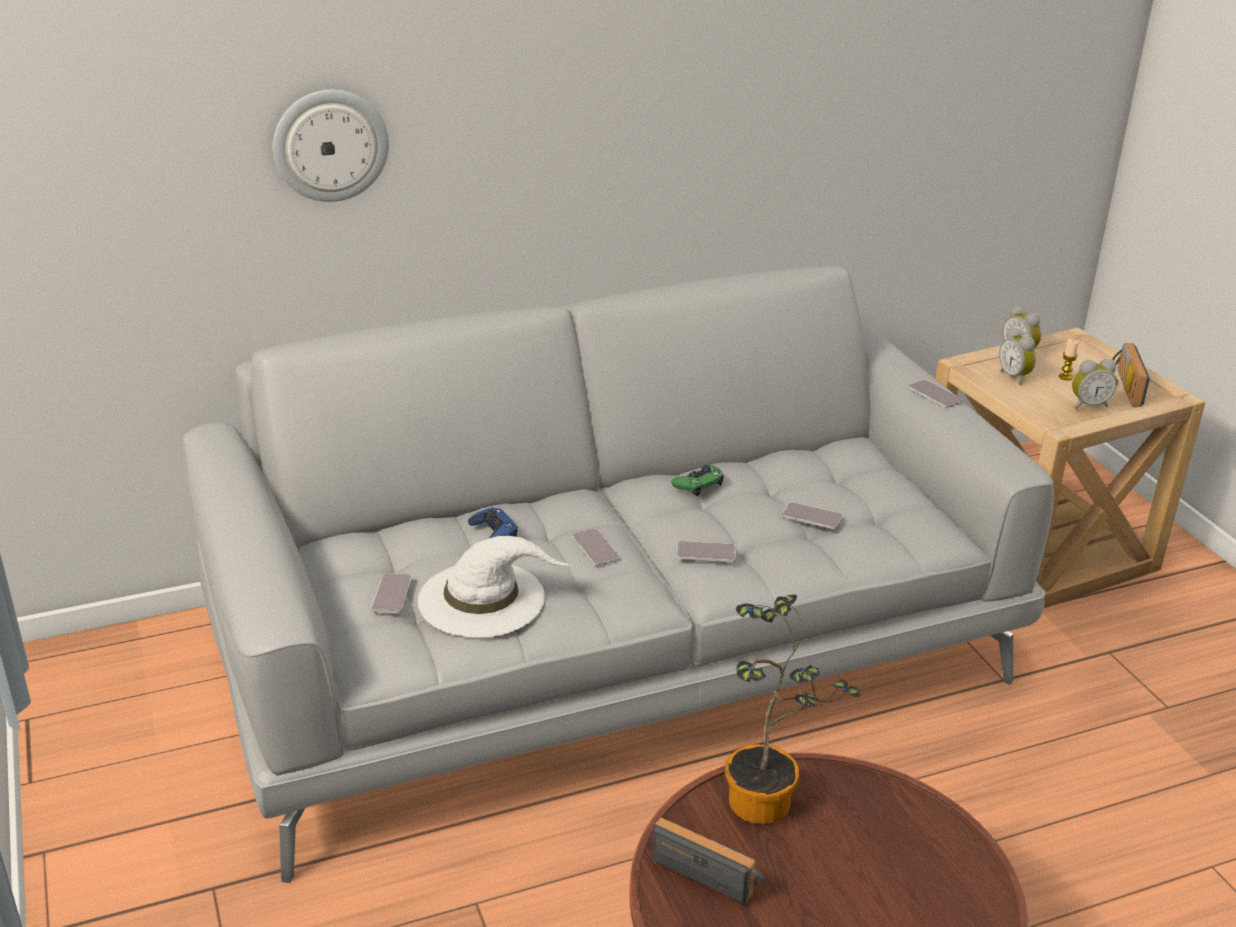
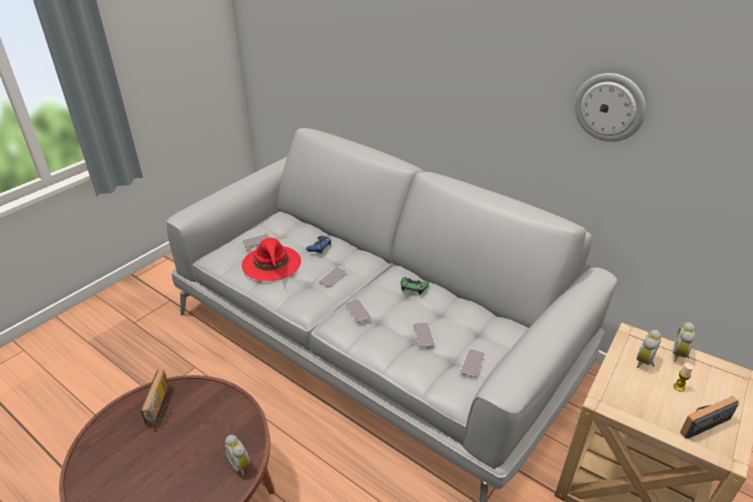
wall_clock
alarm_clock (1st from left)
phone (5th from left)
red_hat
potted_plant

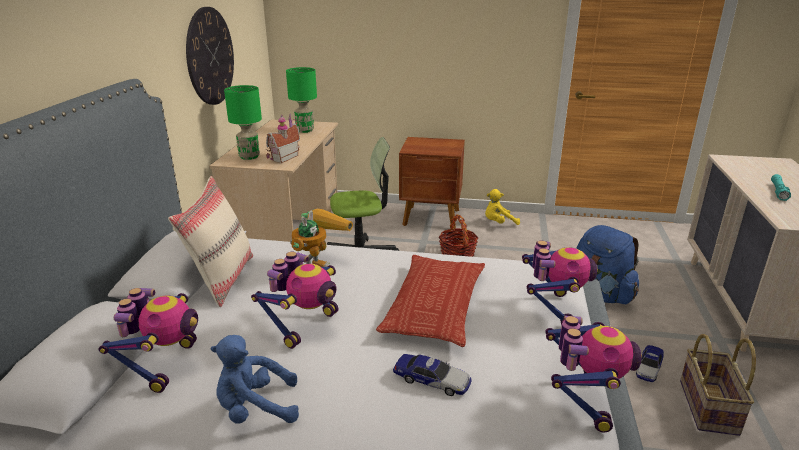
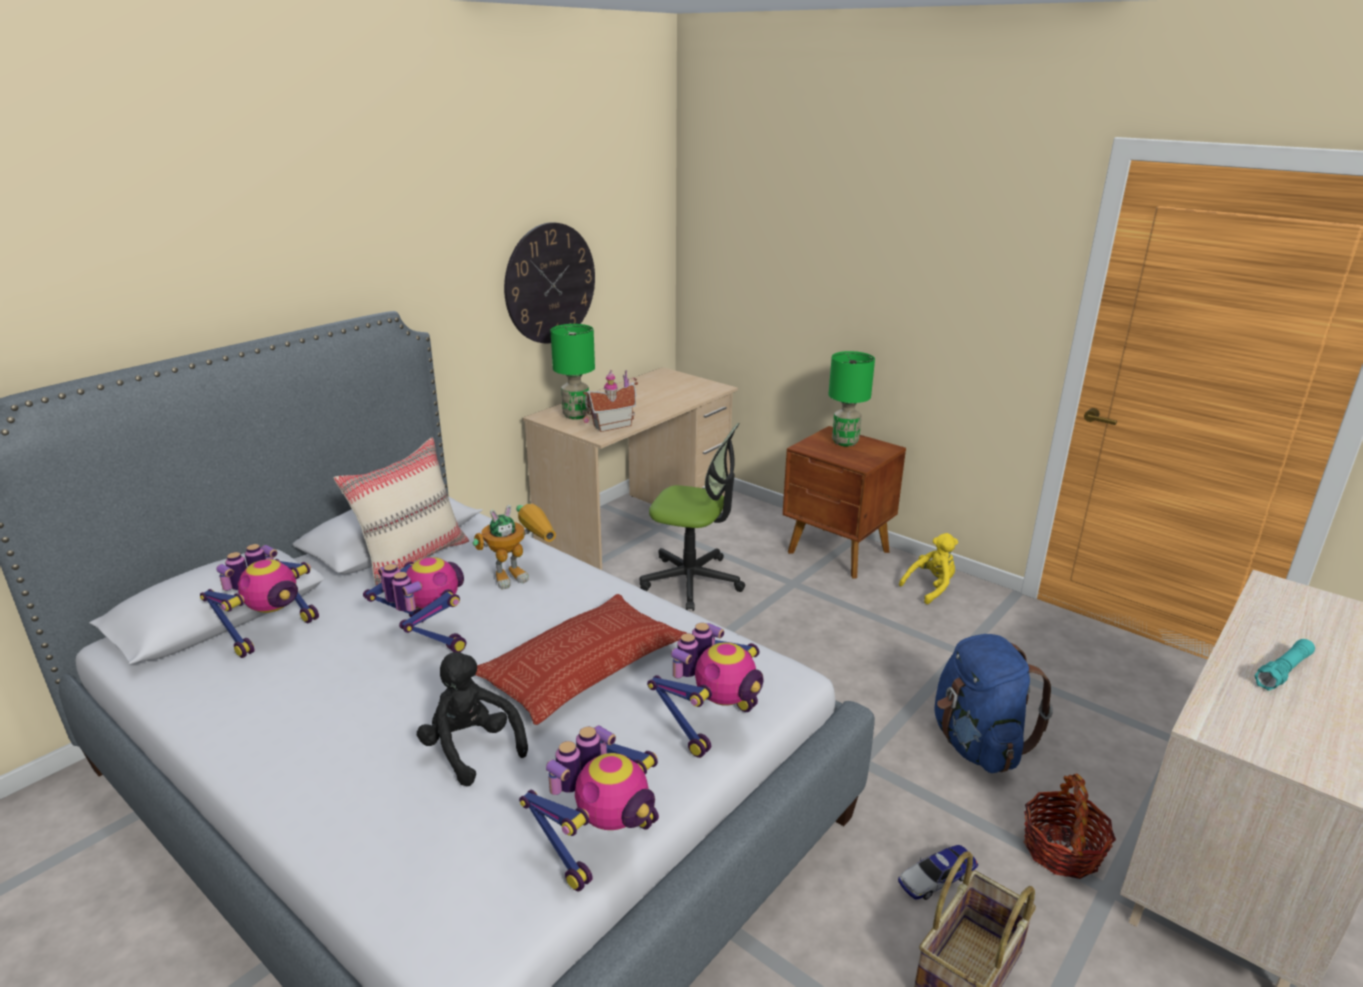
green_table_lamp (2nd from left)
yellow_plush_toy
basket (2nd from left)
toy_robot (2nd from left)
blue_plush_toy
black_plush_toy

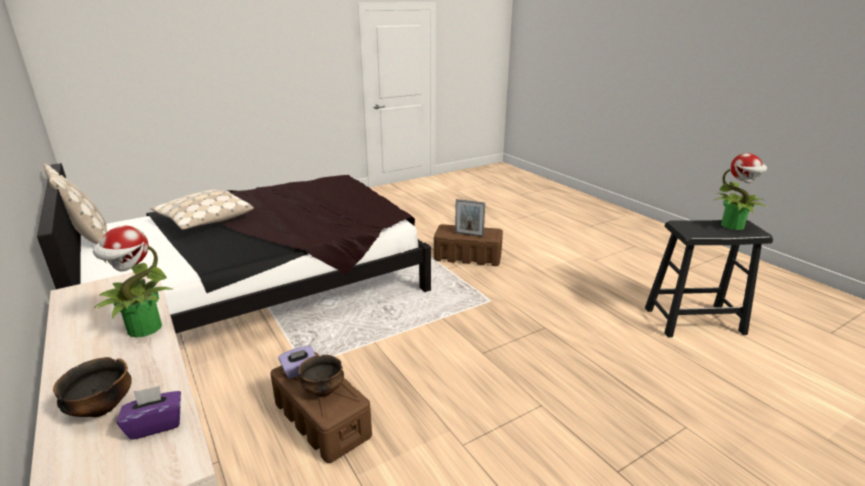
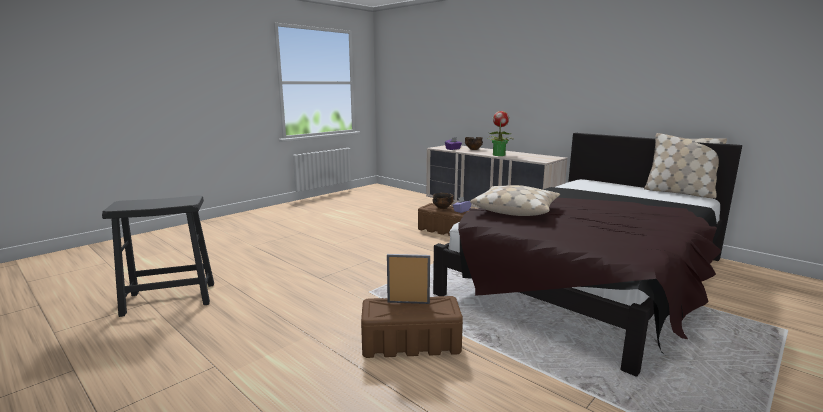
potted_plant (2nd from left in the first image)
beige_pillow (1st from left)

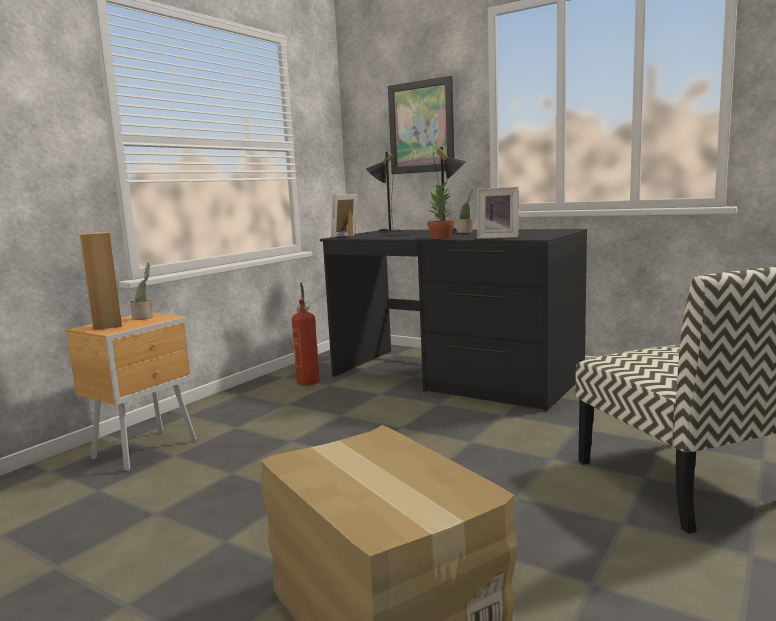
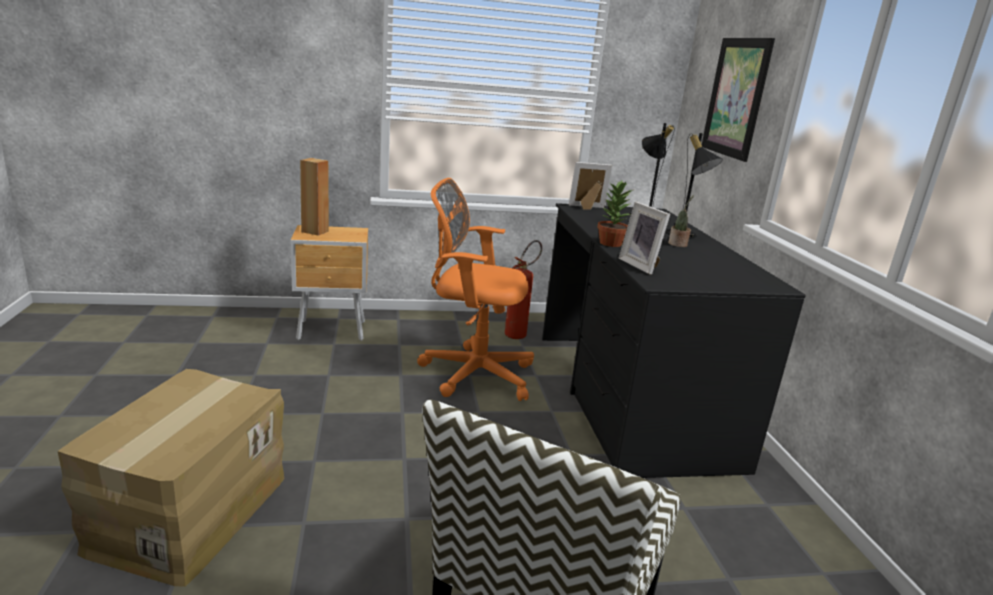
potted_plant (1st from left in the first image)
orange_office_chair

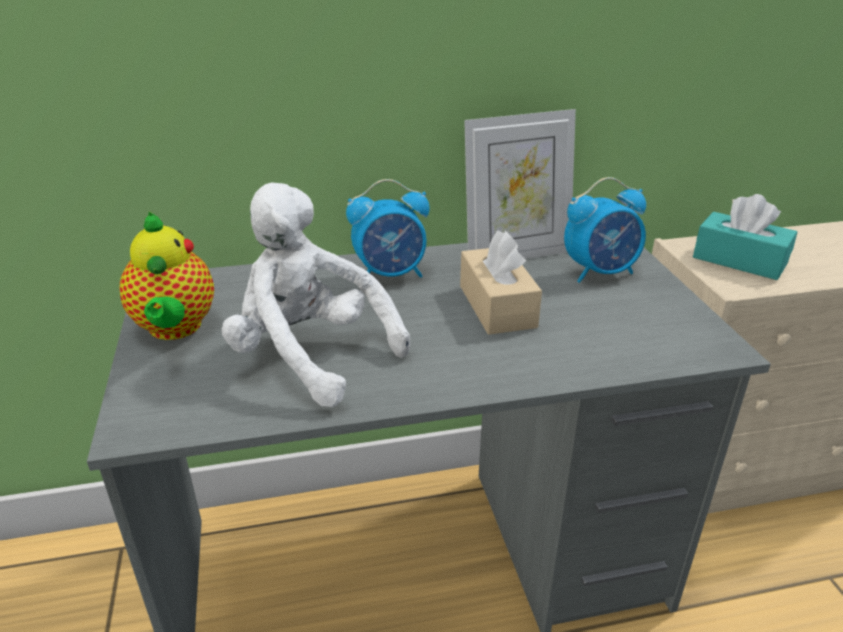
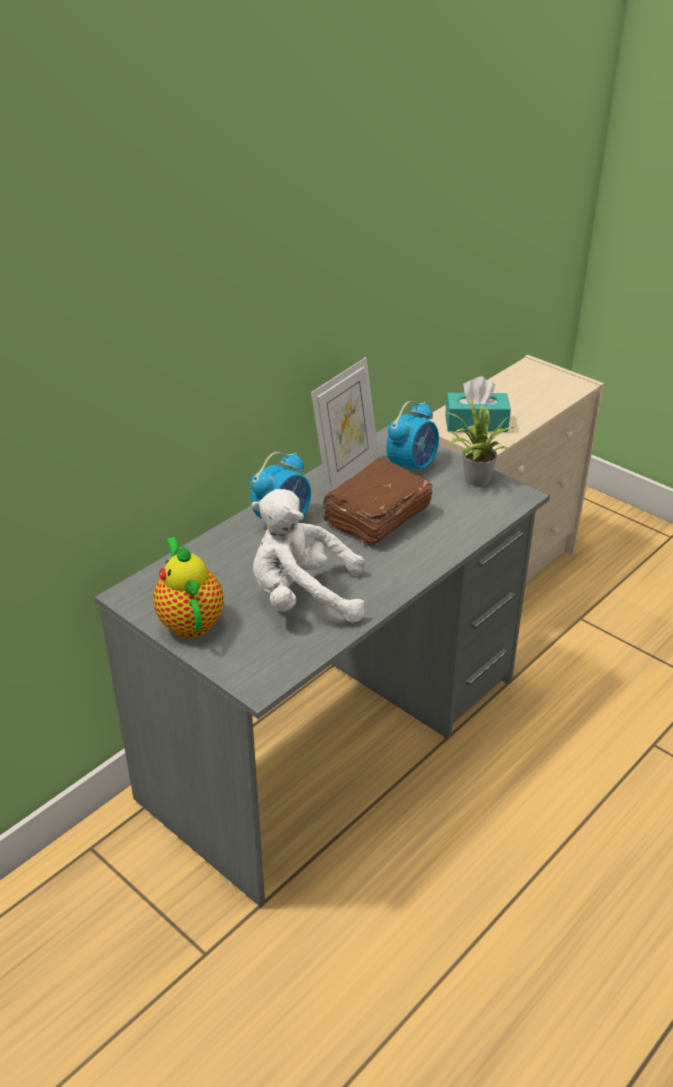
teapot
brown_book
potted_plant

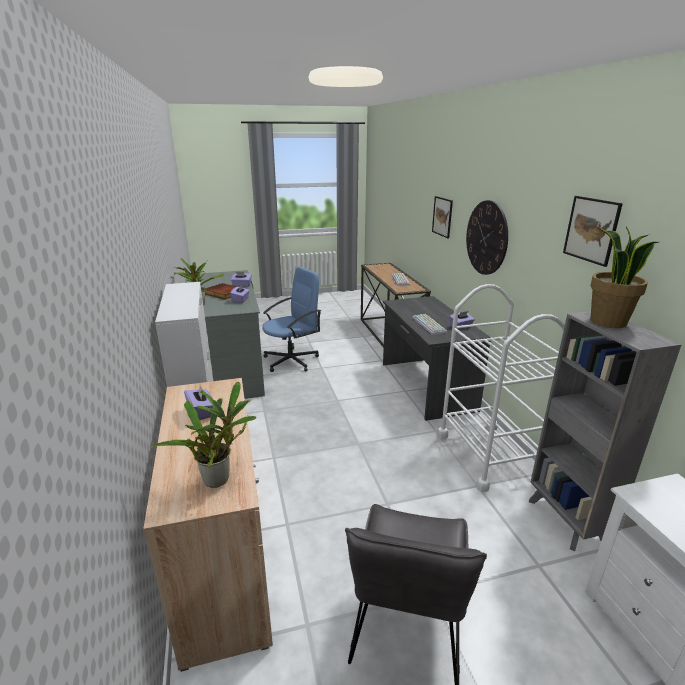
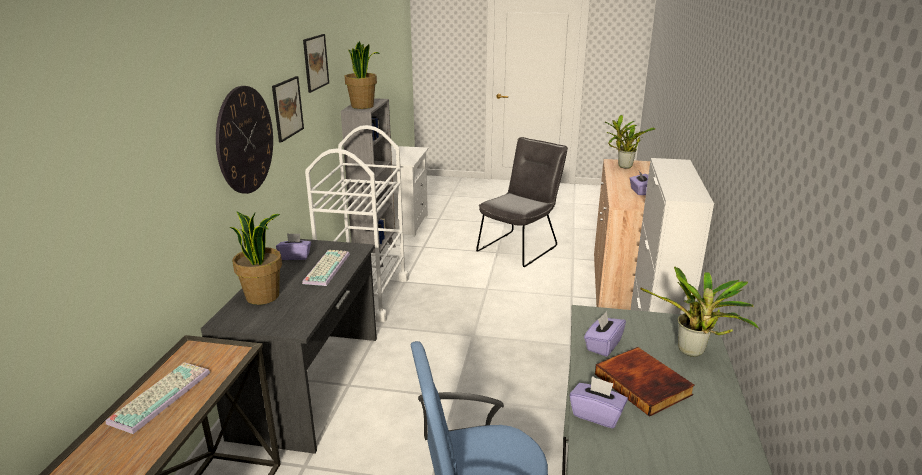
picture (1st from left)
potted_plant (1st from left)

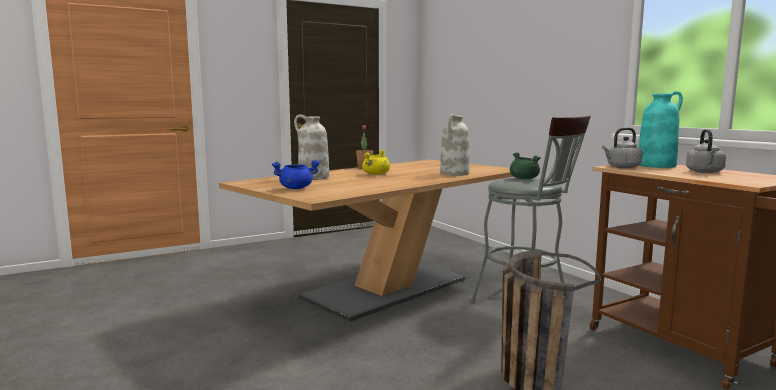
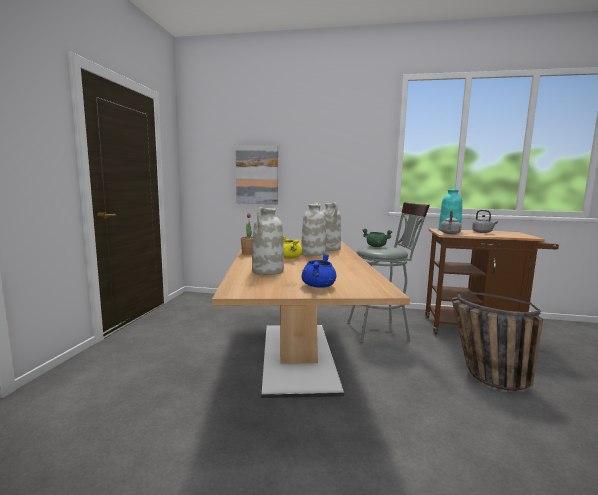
picture
white_vase (2nd from left)

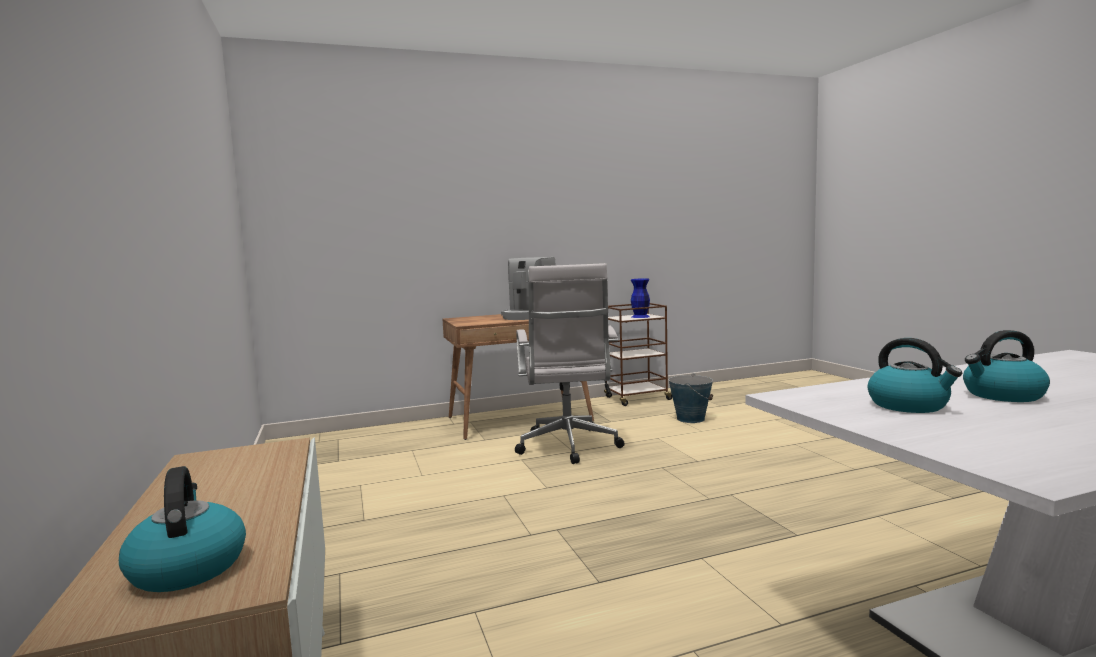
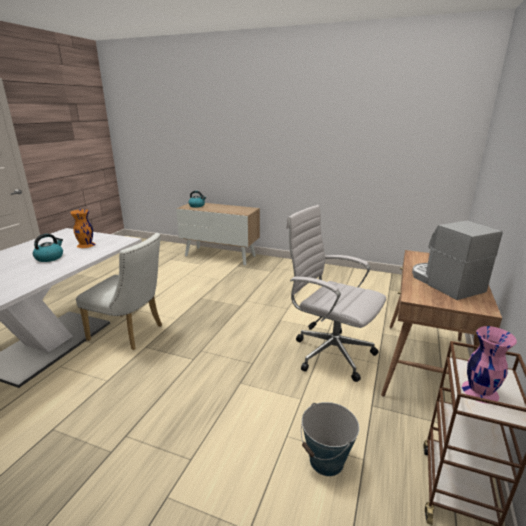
pink_vase
orange_vase
white_chair

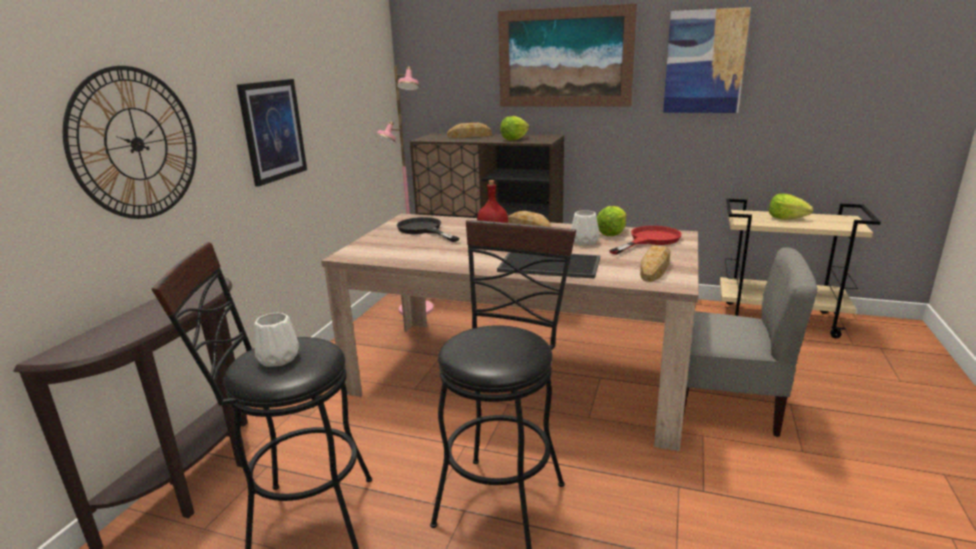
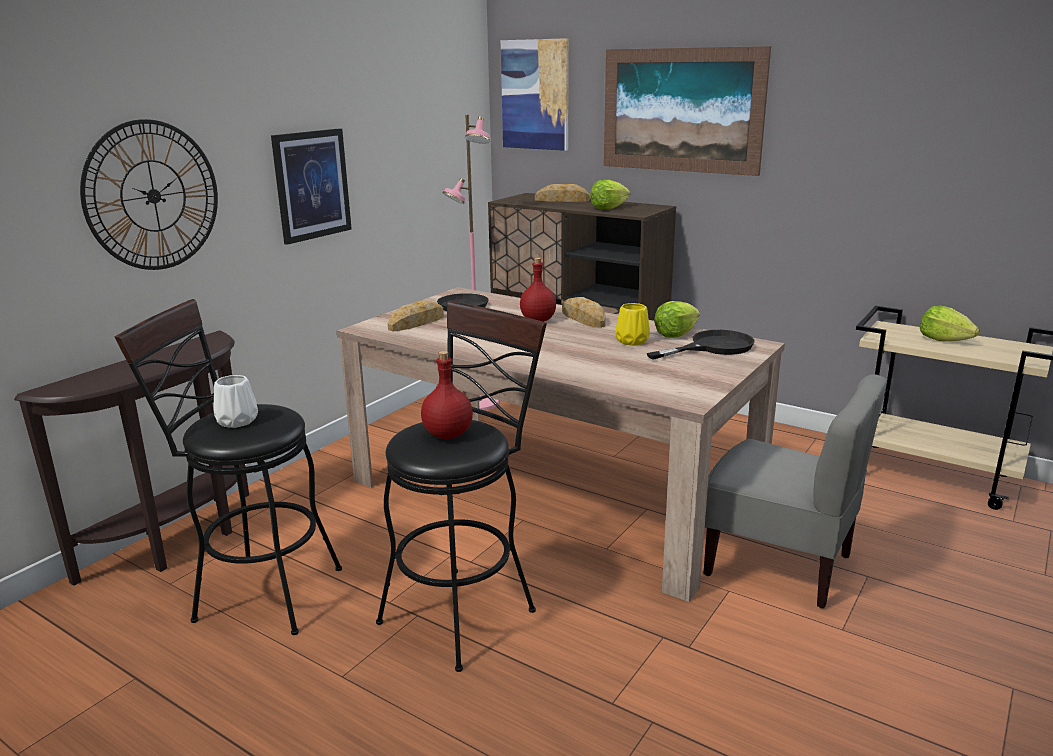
picture (2nd from left)
yellow_vase
black_frying_pan (2nd from left)
bread (1st from left)
tray
red_bottle (1st from left)

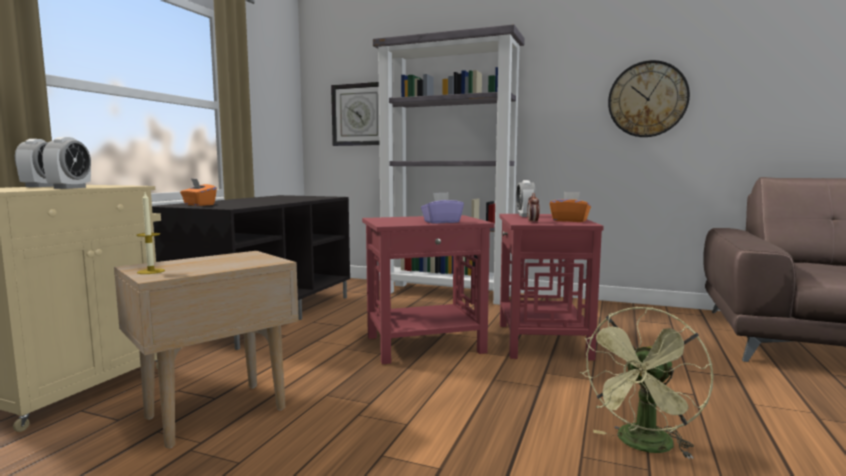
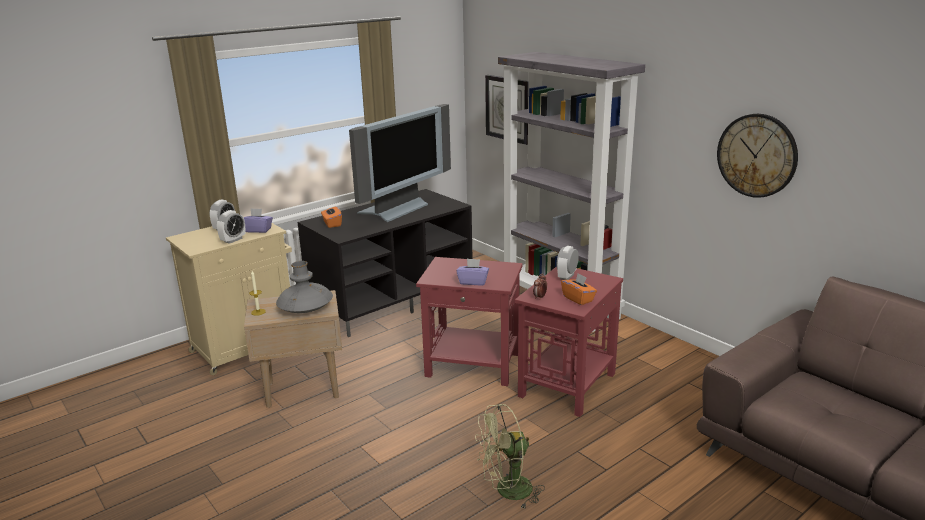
television
purple_tissue_box (1st from left)
grey_vase

